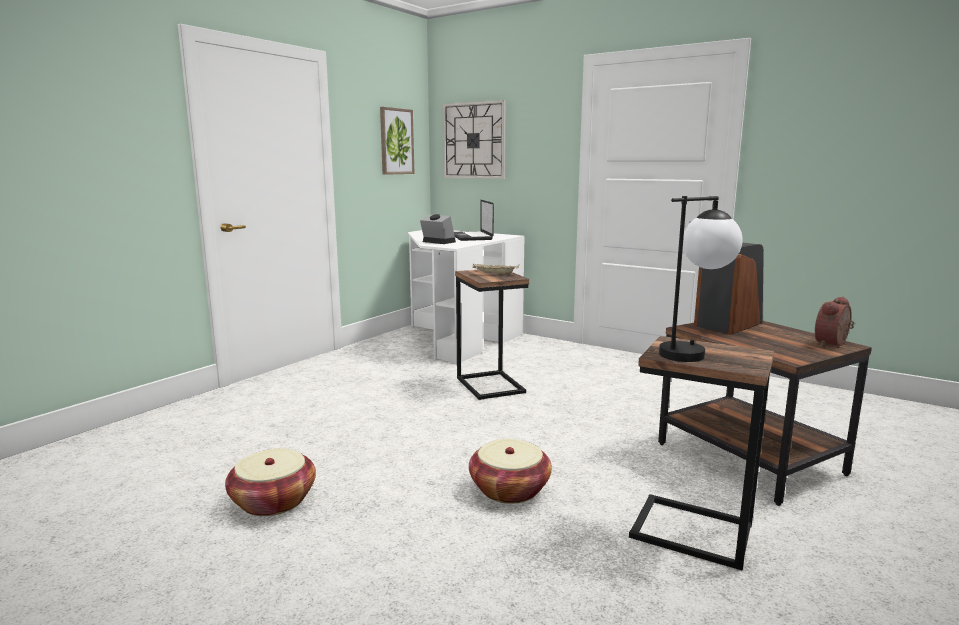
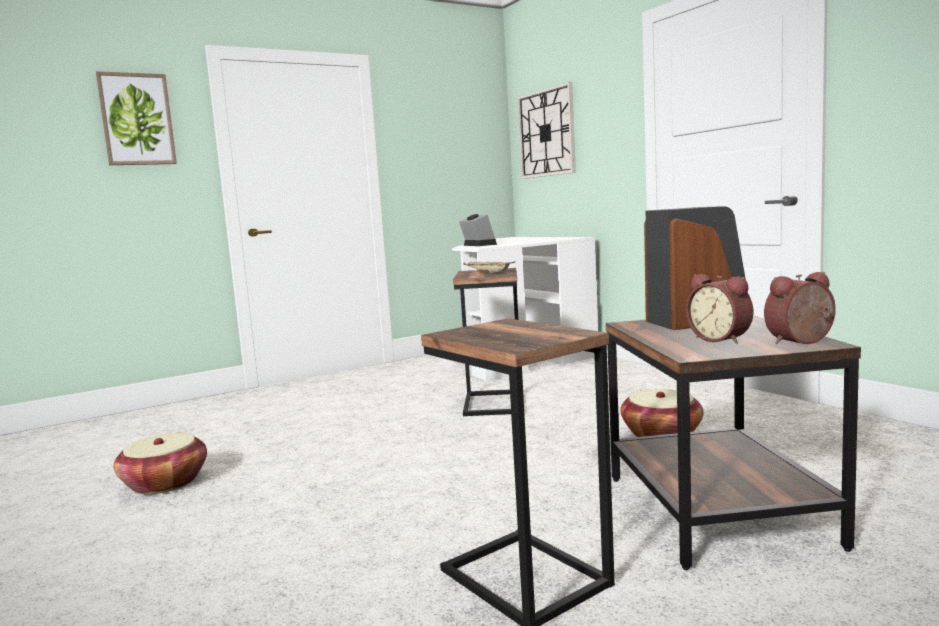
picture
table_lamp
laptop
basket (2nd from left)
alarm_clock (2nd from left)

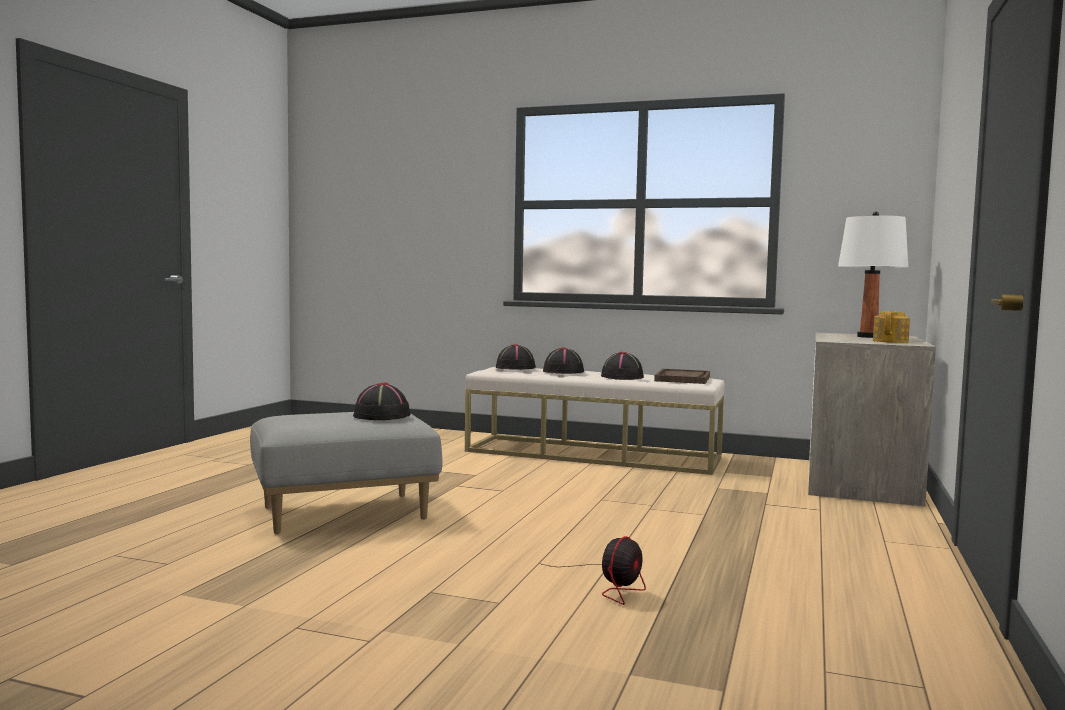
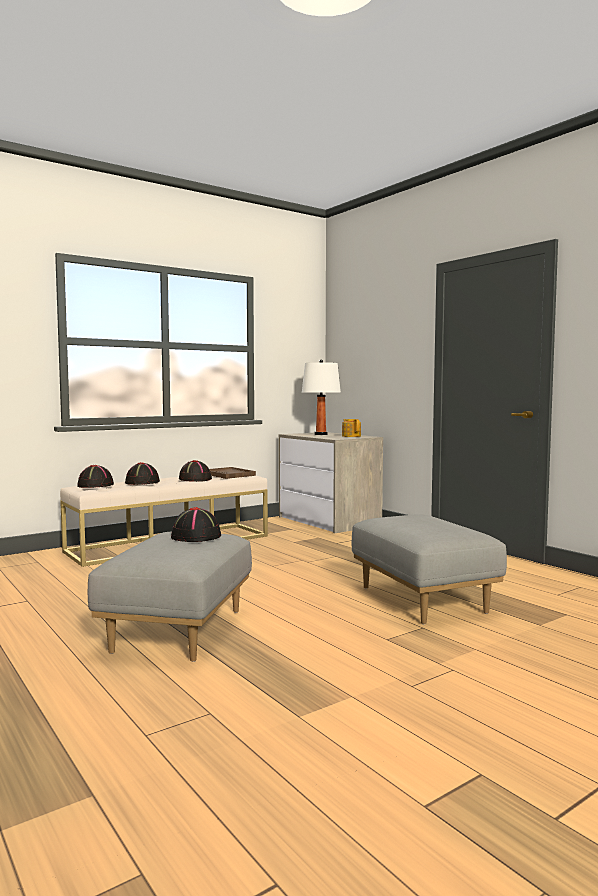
grey_ottoman (2nd from left)

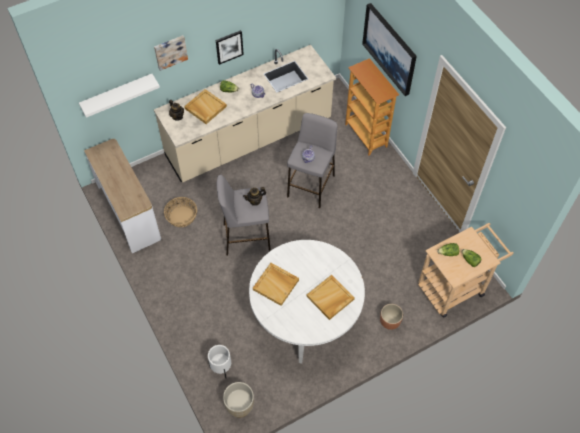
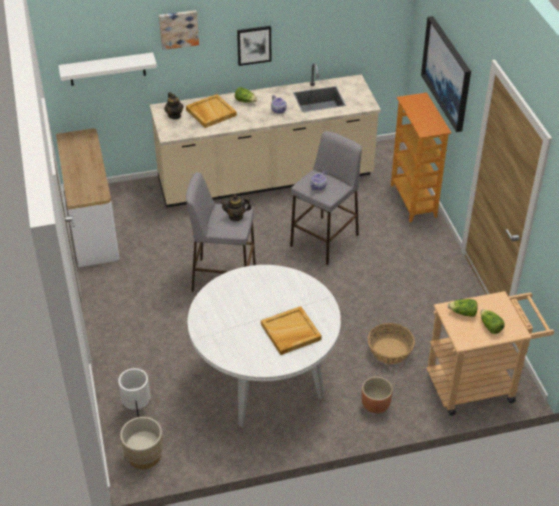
basket
beige_tray (2nd from left in the first image)

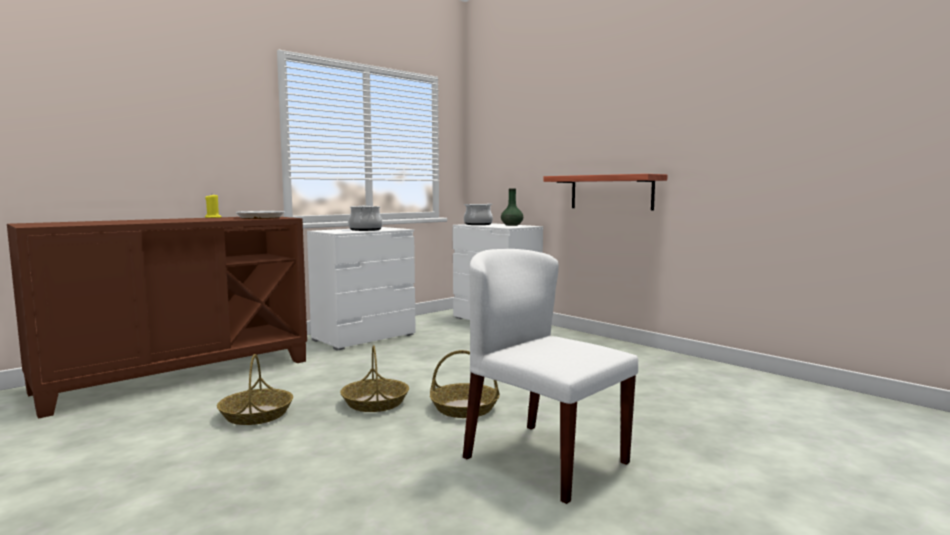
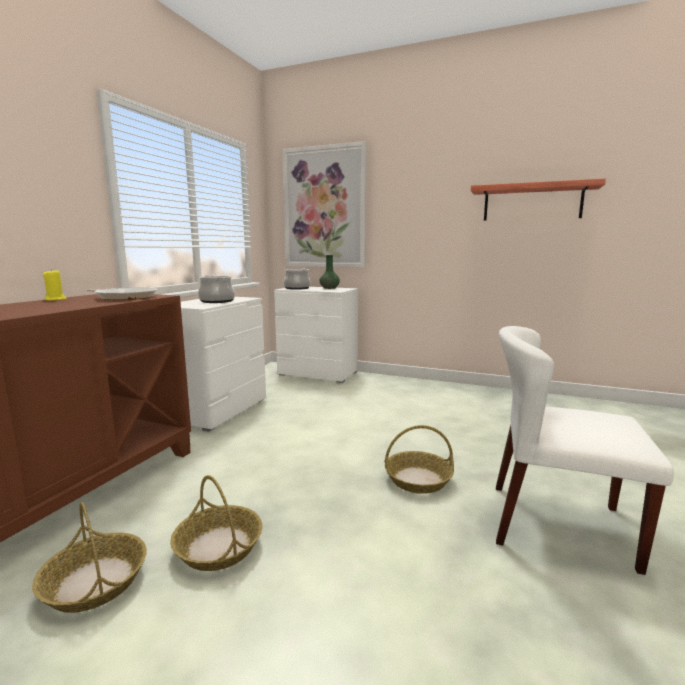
shelf
basket (1st from left)
picture

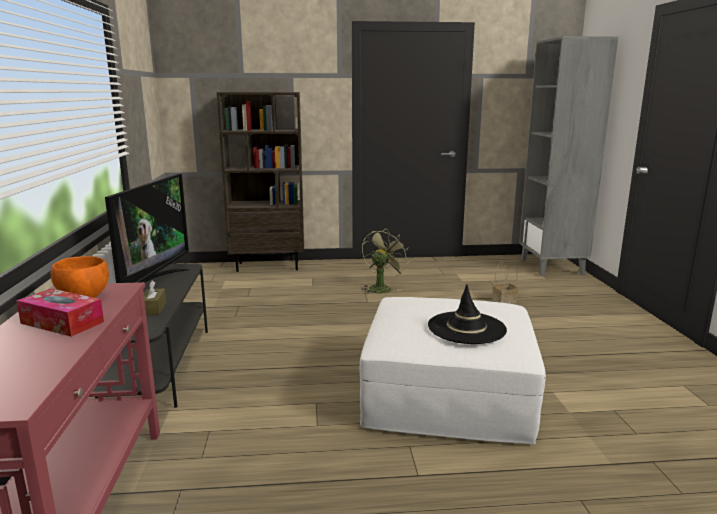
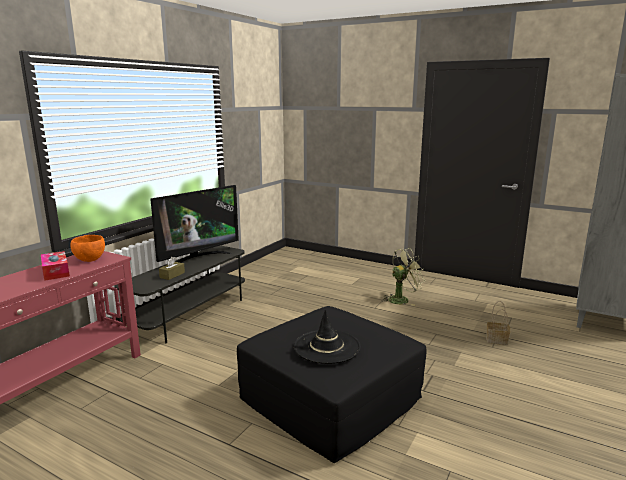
brown_bookcase
black_ottoman

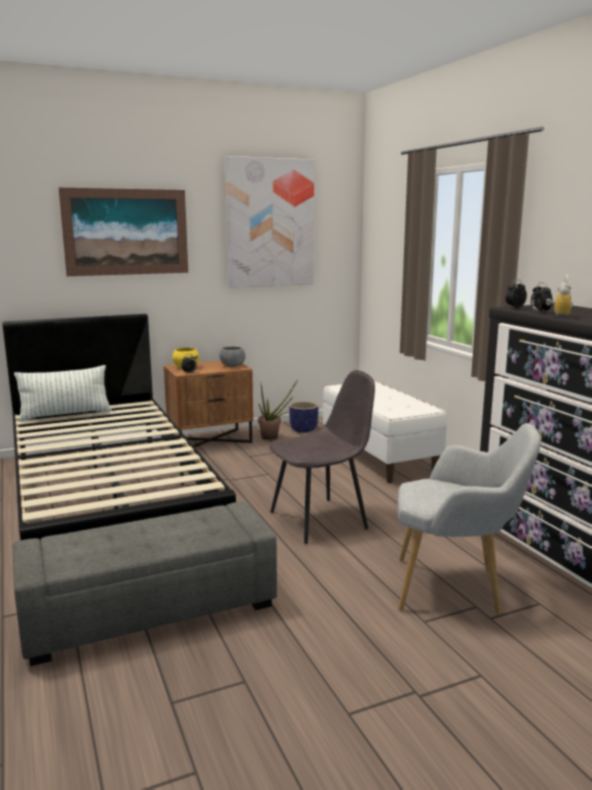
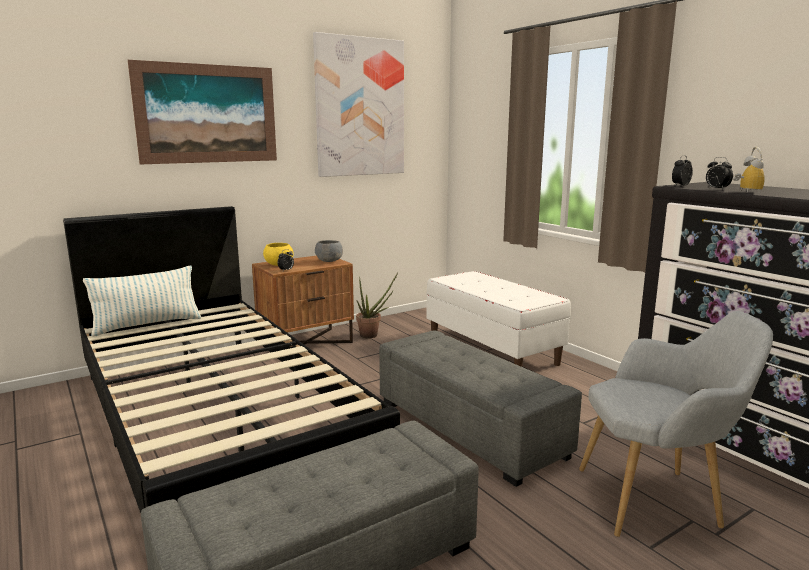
grey_ottoman (2nd from left)
planter

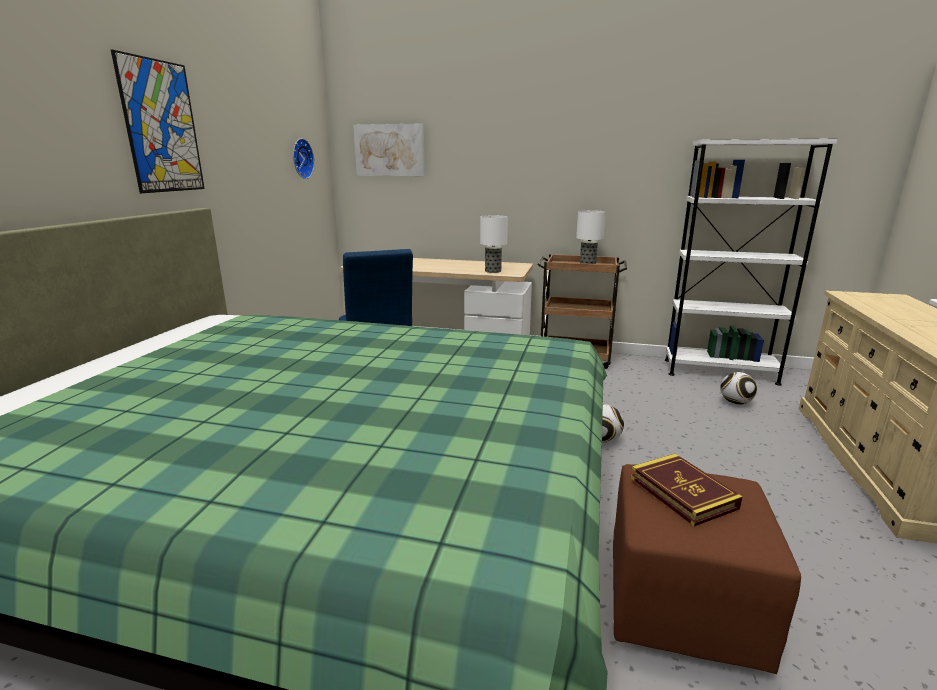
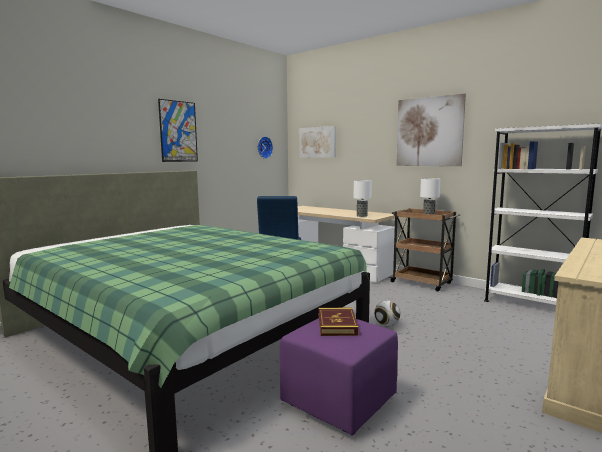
football (2nd from left in the first image)
purple_ottoman
picture (3rd from left)

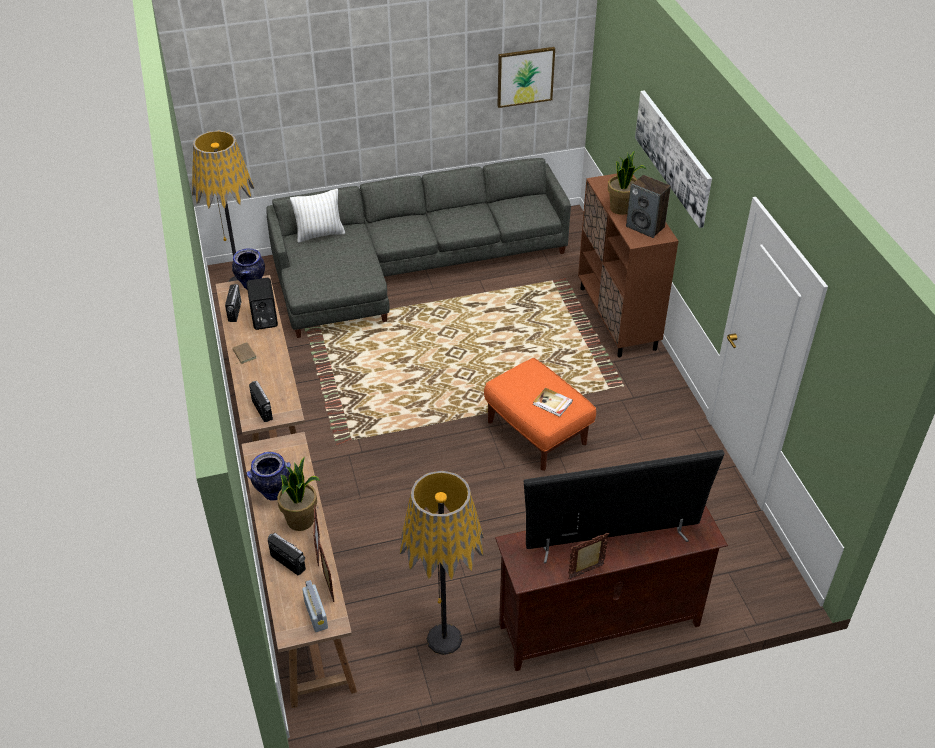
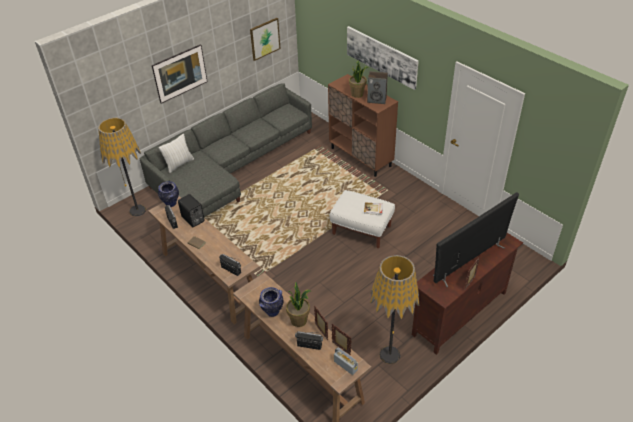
white_ottoman
picture (1st from left)

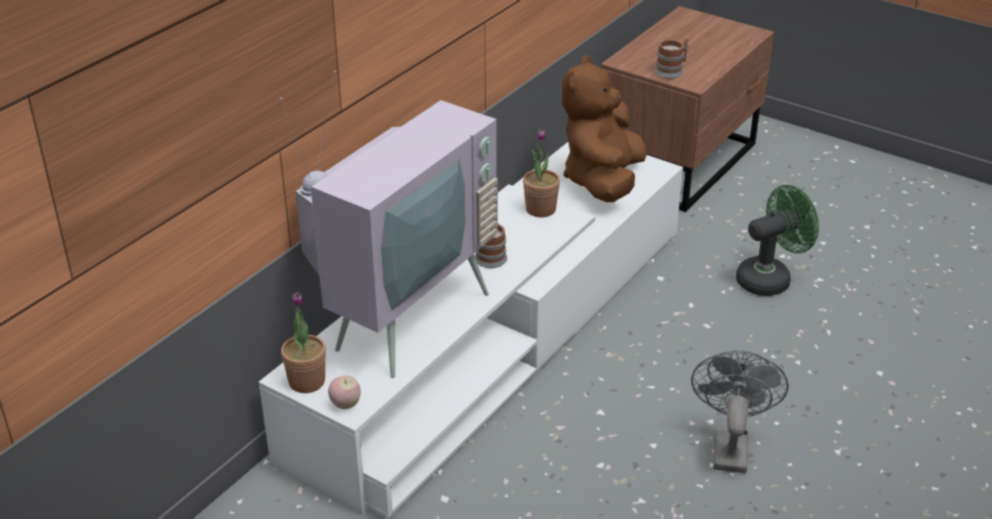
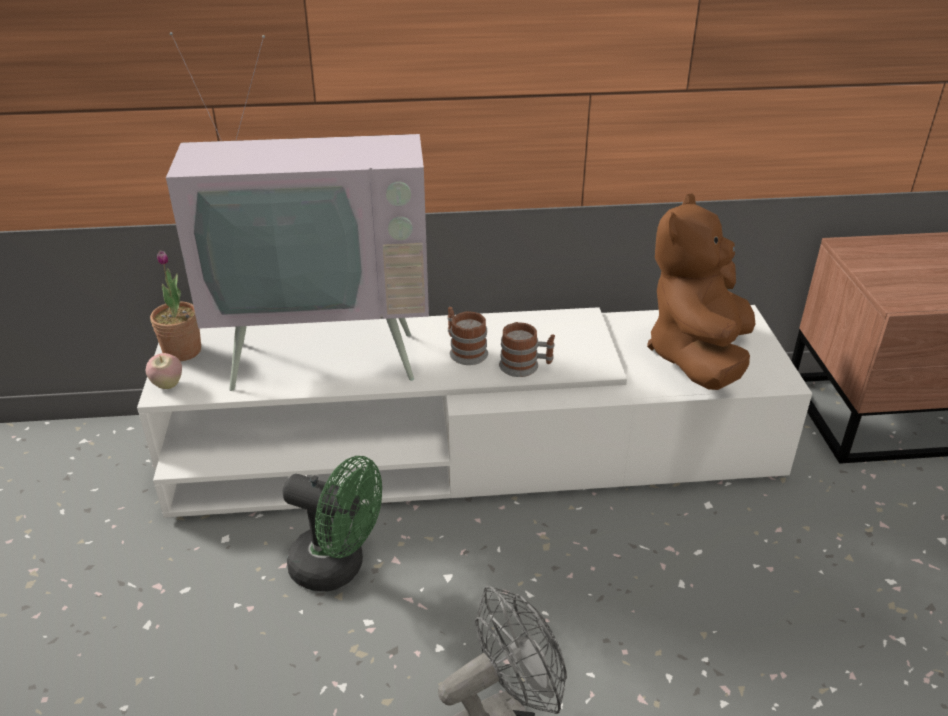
mug (2nd from left)
brown_plush_toy
potted_plant (2nd from left in the first image)
green_fan

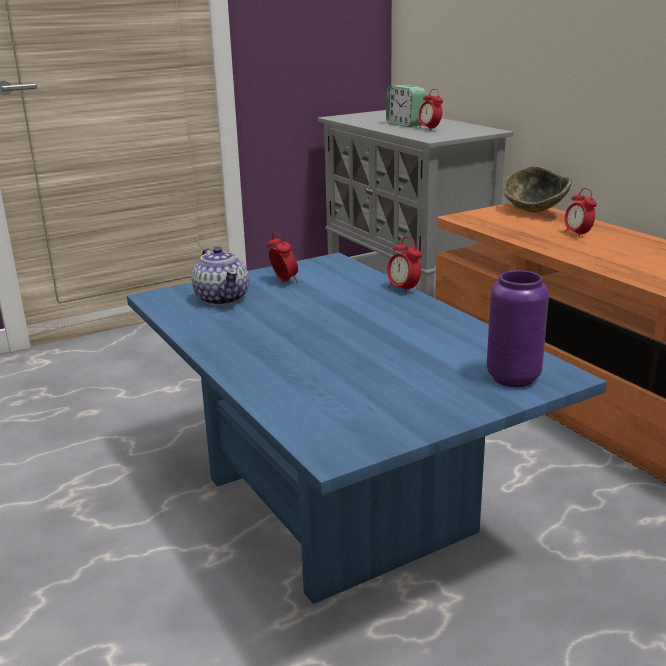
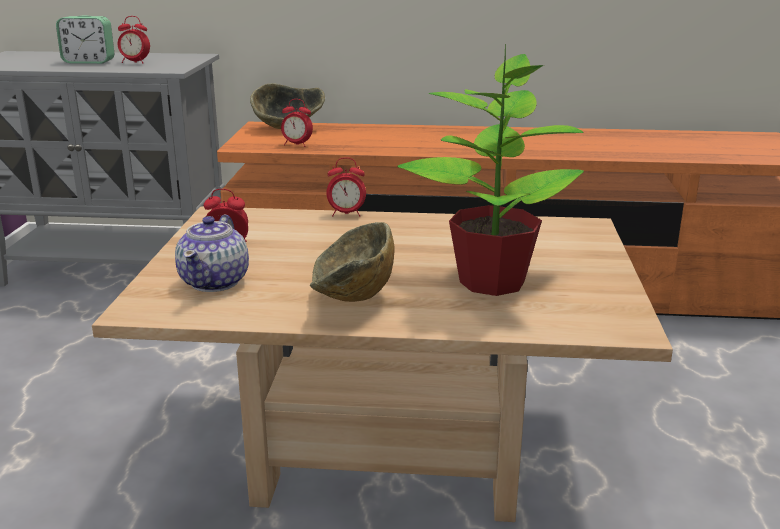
alarm_clock (4th from left)
teapot
beige_coffee_table
purple_vase
potted_plant
bowl (2nd from left)

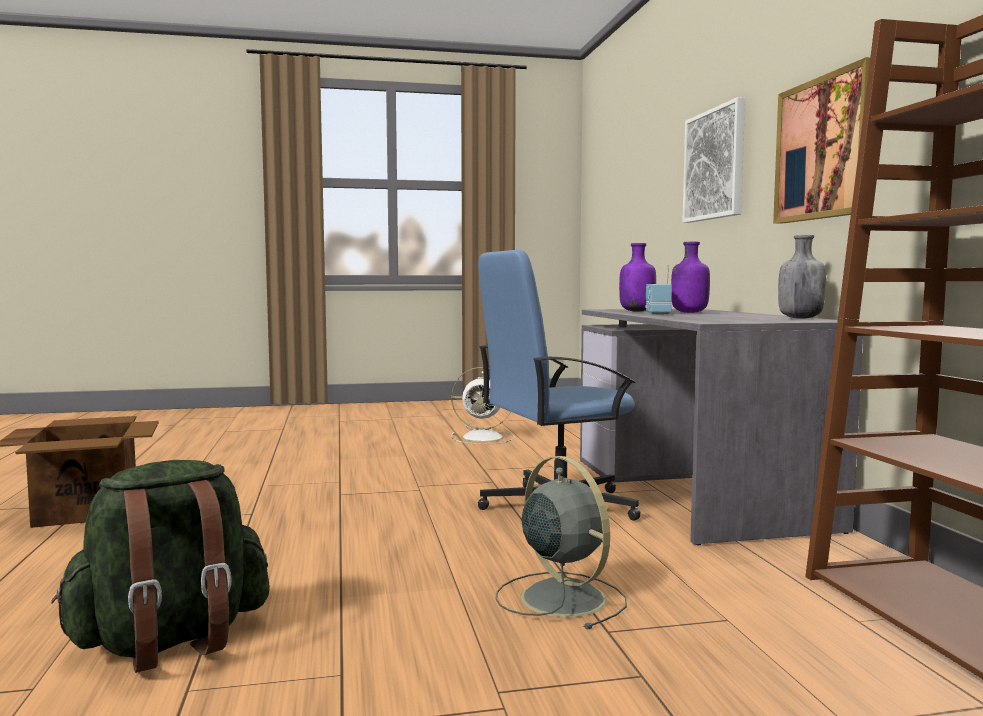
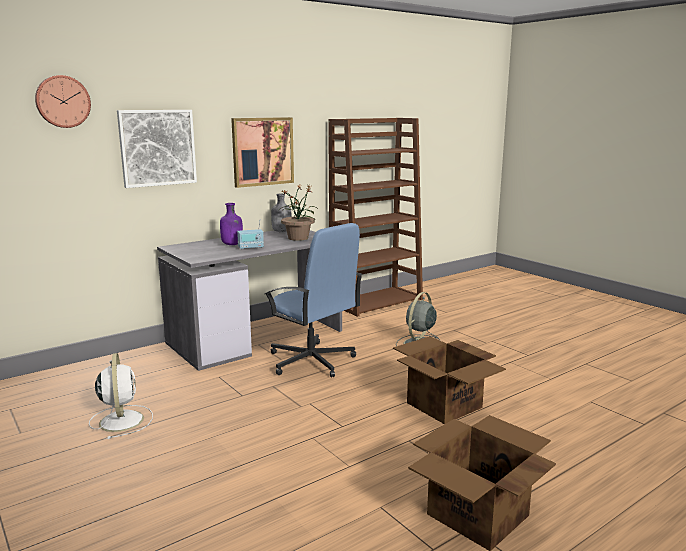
purple_bottle (1st from left in the first image)
green_backpack
wall_clock
potted_plant
cardboard_box (1st from left)

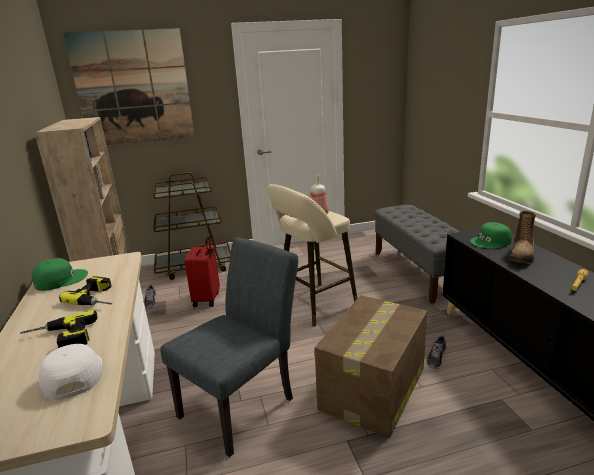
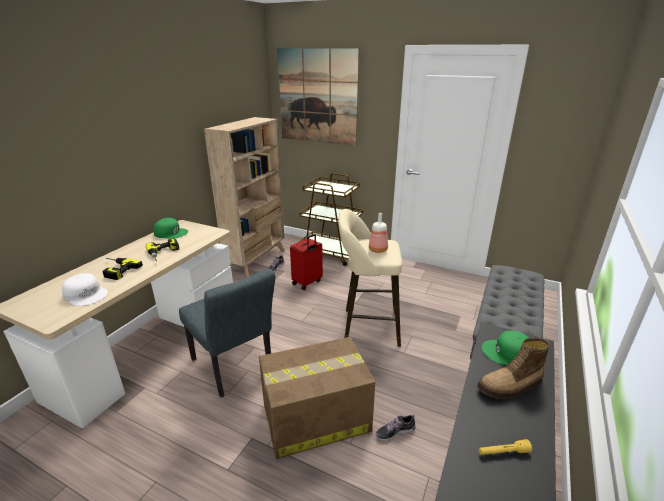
grey_chair
white_cap

